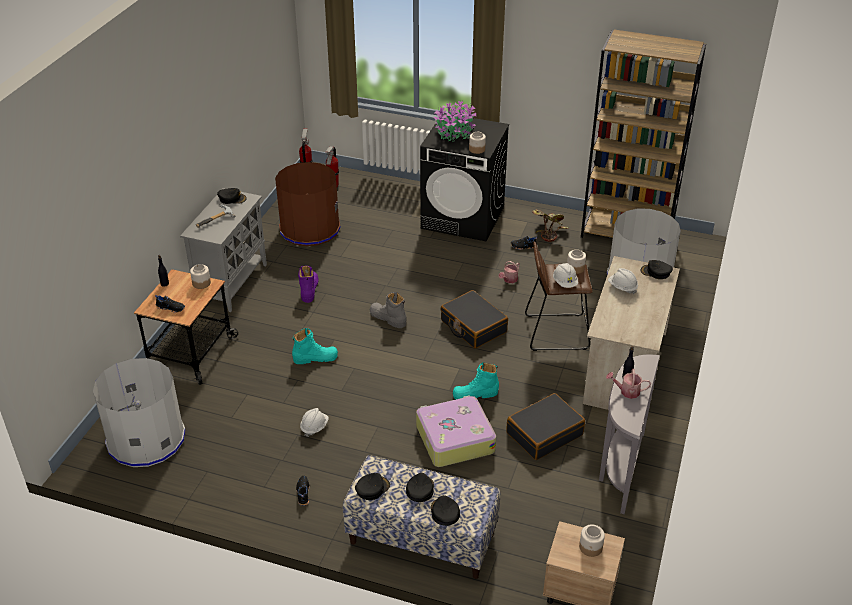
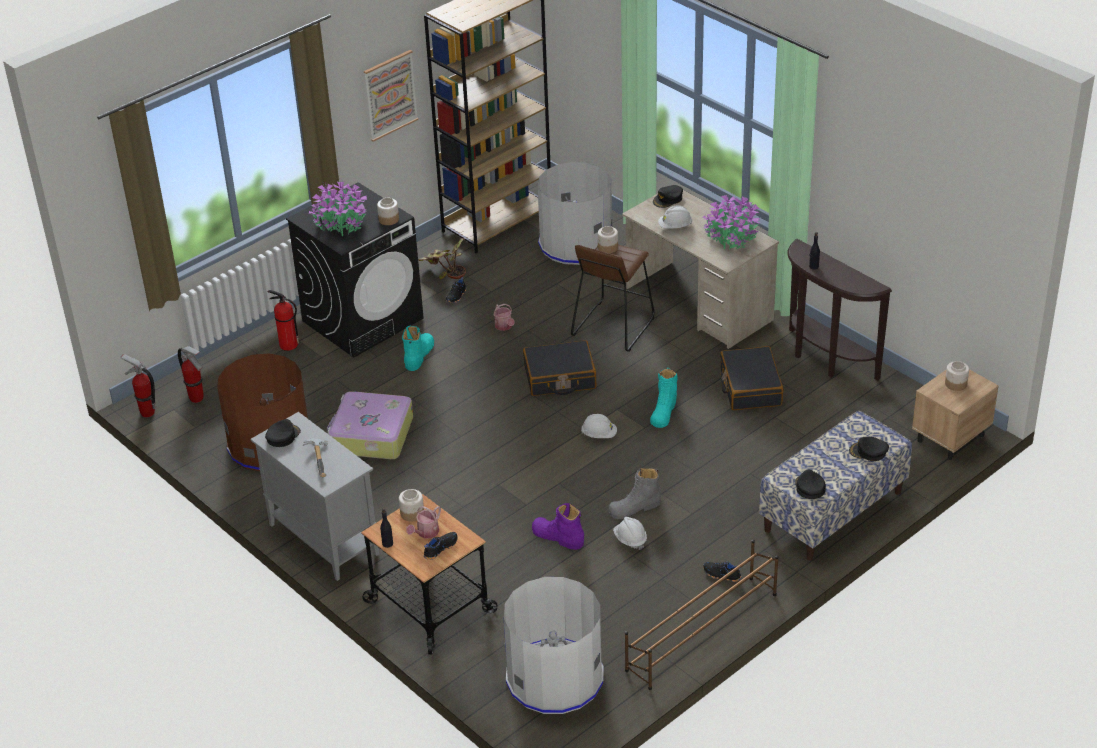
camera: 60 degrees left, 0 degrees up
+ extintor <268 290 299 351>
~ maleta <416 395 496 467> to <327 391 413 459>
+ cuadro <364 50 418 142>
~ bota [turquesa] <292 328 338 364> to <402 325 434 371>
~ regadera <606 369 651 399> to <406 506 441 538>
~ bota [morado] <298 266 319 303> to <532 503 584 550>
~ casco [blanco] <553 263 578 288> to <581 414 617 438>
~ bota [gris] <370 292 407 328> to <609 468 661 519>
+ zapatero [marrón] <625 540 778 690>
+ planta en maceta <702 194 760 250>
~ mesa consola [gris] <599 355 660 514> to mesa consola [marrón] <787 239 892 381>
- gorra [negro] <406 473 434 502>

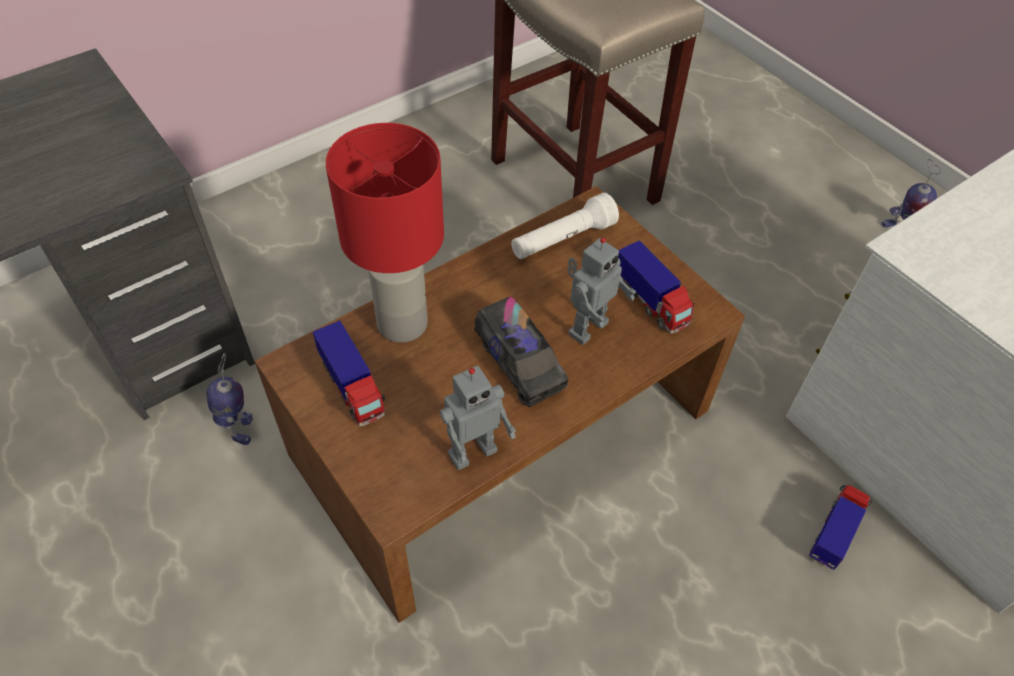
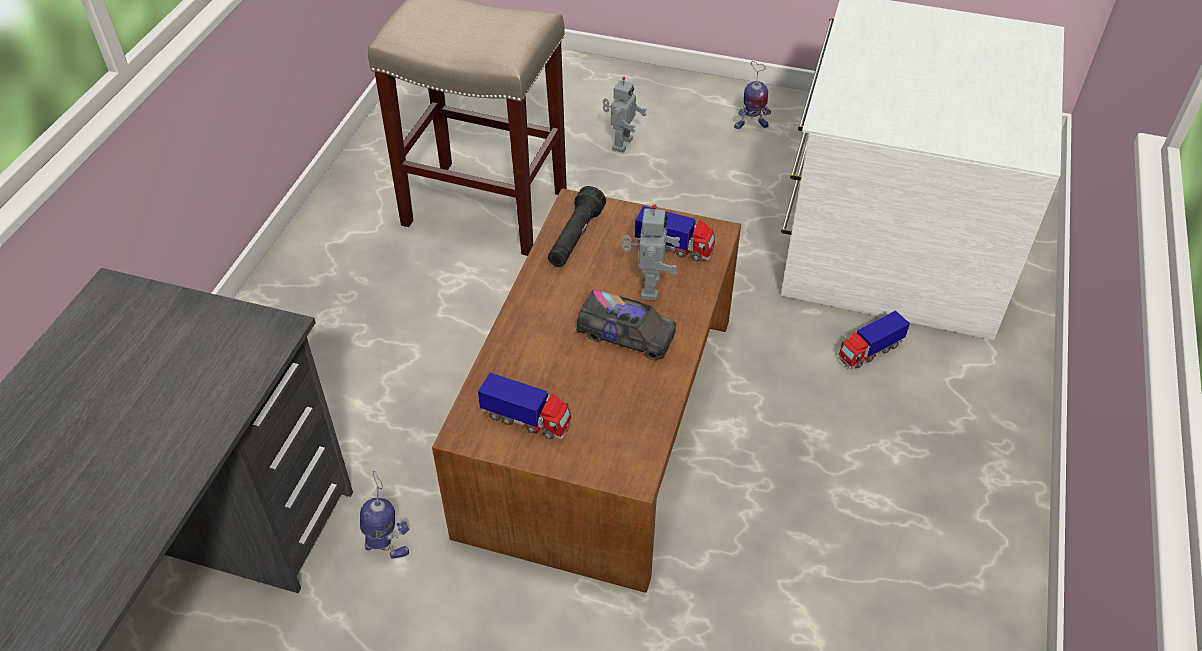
camera: 35 degrees left, 5 degrees down
~ linterna [blanco] <511 193 619 259> to linterna [negro] <548 186 606 267>
~ robot de juguete <439 366 516 470> to <603 77 647 153>
~ camión de juguete <809 485 872 570> = <839 310 910 369> 120 degrees counterclockwise
- lámpara de mesa [rojo] <326 123 444 343>

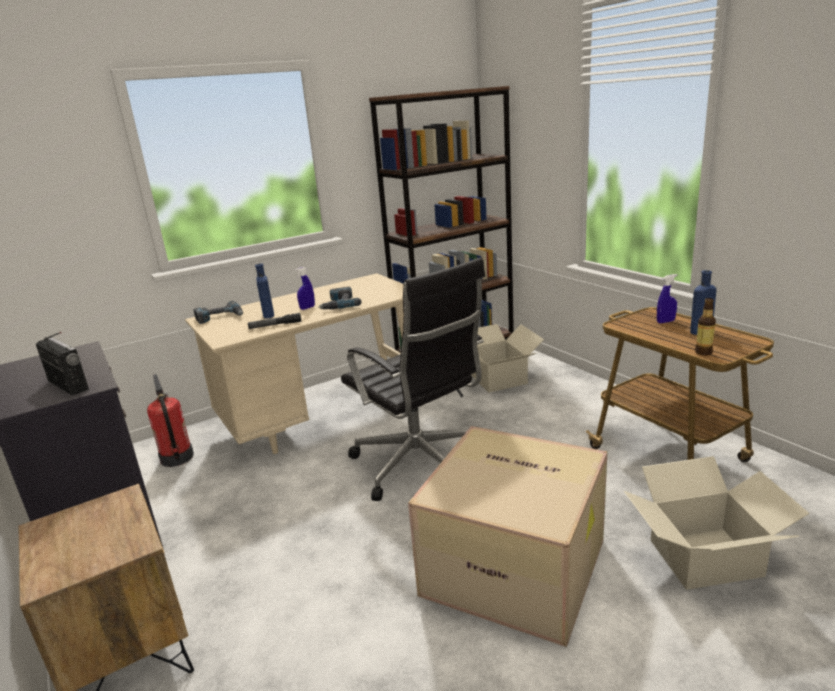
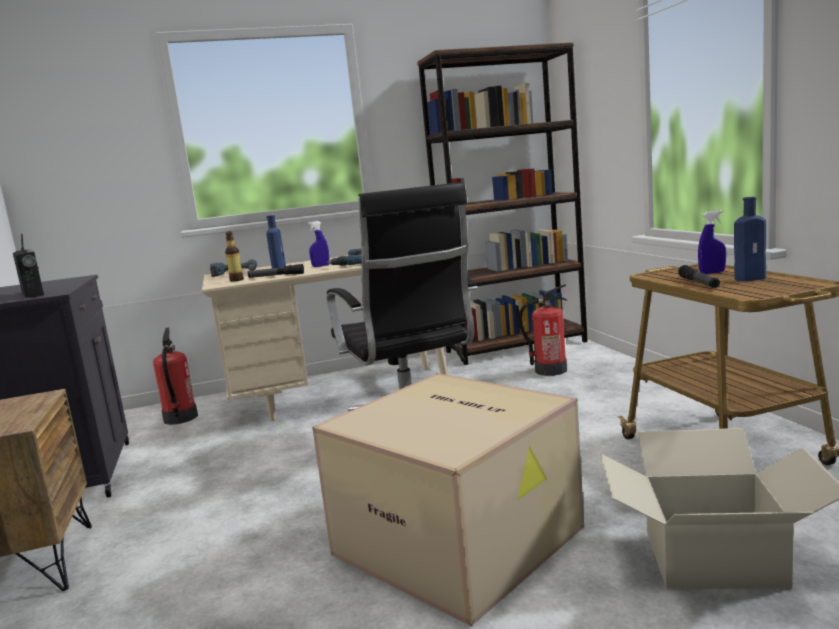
camera: 15 degrees right, 10 degrees down
~ botella <695 298 716 356> to <225 231 244 282>
~ caja de cartón <471 324 544 393> to extintor <518 284 567 376>
+ linterna <678 265 720 288>

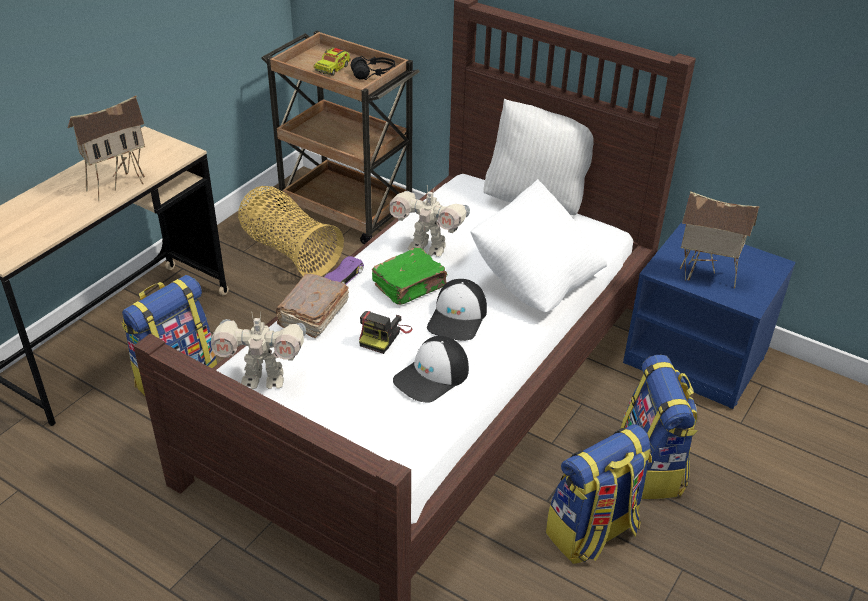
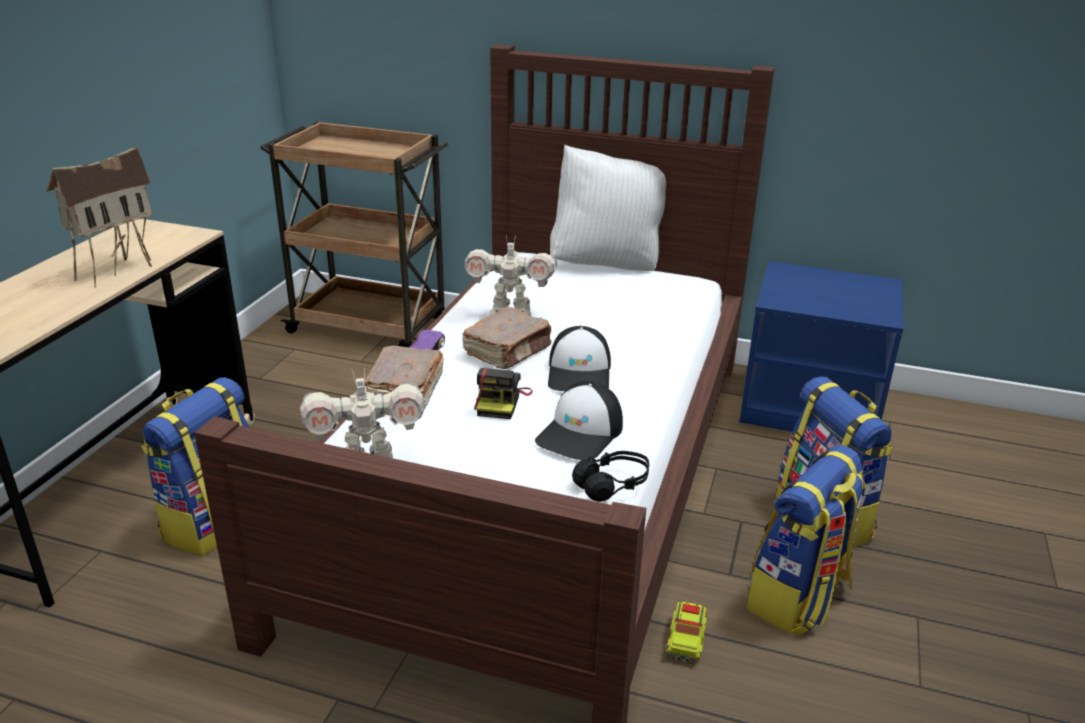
camera: 15 degrees left, 10 degrees down
~ libro [verde] <372 248 447 305> to libro [marrón] <462 307 552 369>
~ auriculares [negro] <351 56 395 80> to <572 451 649 502>
~ camión de juguete <314 47 351 76> to <667 602 707 662>
- cesta <238 186 344 276>
- cojín [blanco] <471 179 607 312>
- casita <680 191 760 288>

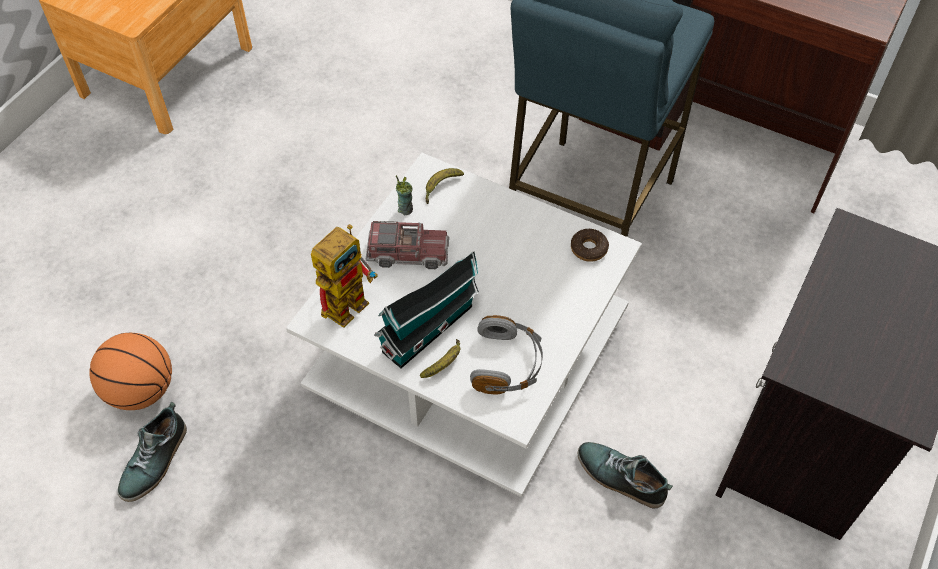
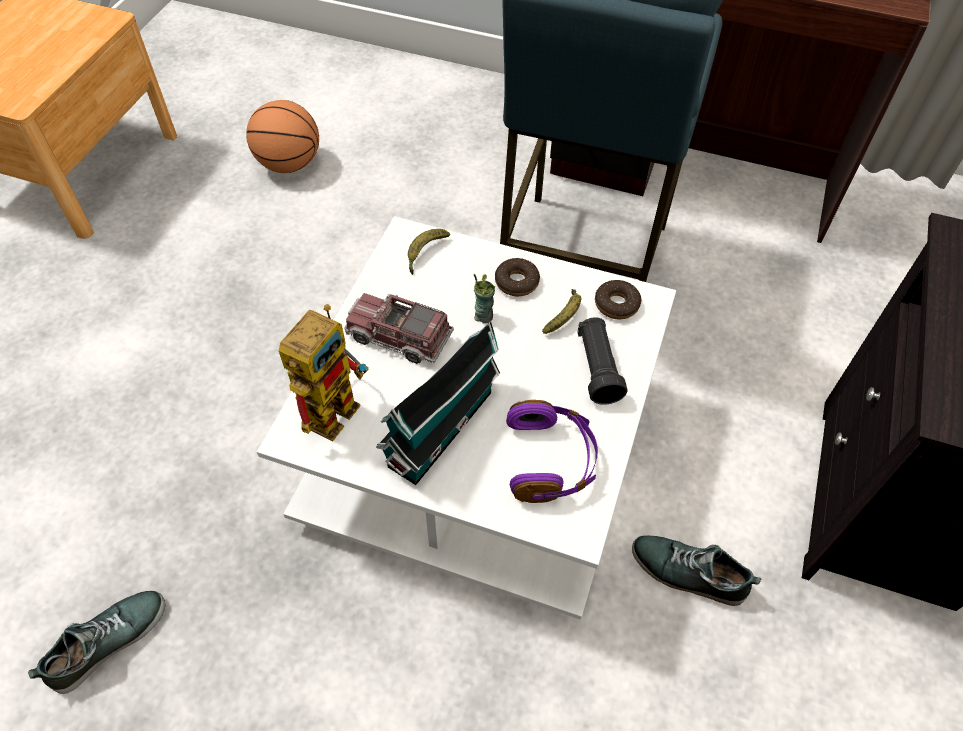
camera: 10 degrees left, 0 degrees up
~ zapato <117 402 187 502> = <28 591 166 694> 150 degrees counterclockwise
~ balón de baloncesto <89 333 172 410> to <246 100 319 173>
~ camión de juguete <366 221 449 269> = <344 293 454 364> 150 degrees counterclockwise
~ taza <396 175 413 215> to <474 274 495 324>
+ rosquilla <495 258 540 296>
~ auriculares [gris] <470 315 543 394> to auriculares [morado] <506 400 598 503>
~ plátano <420 339 461 378> to <542 289 581 334>
+ linterna [negro] <577 317 628 405>

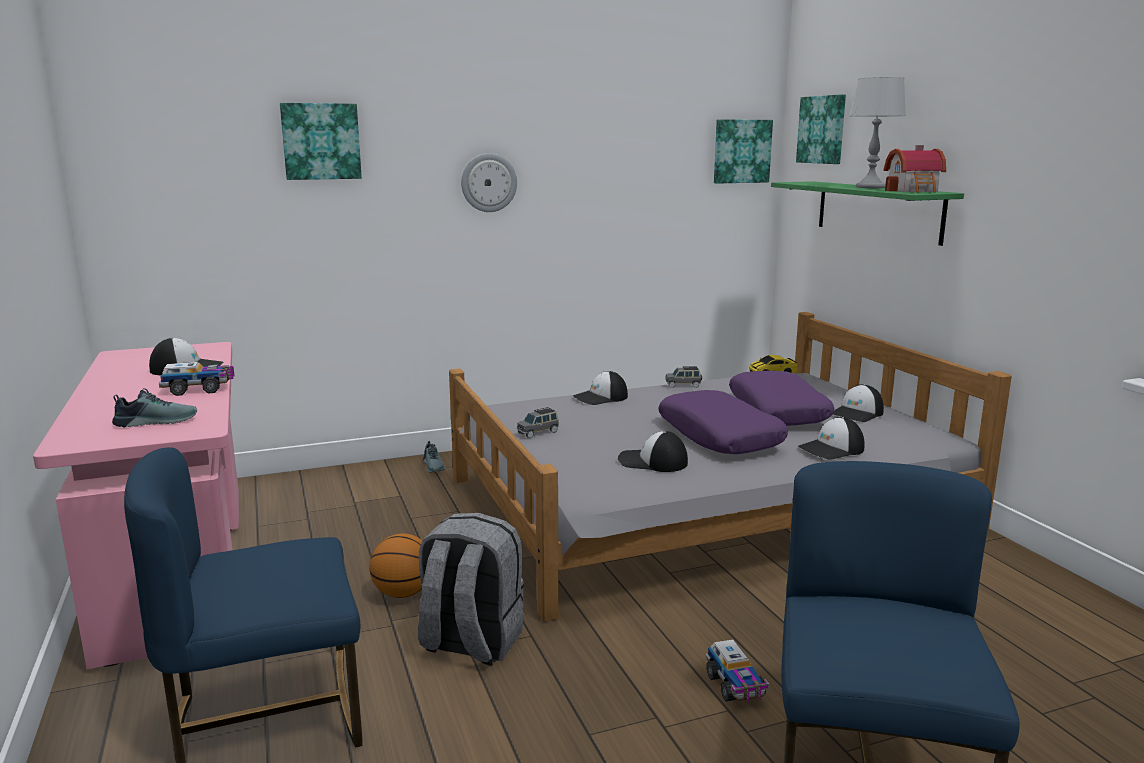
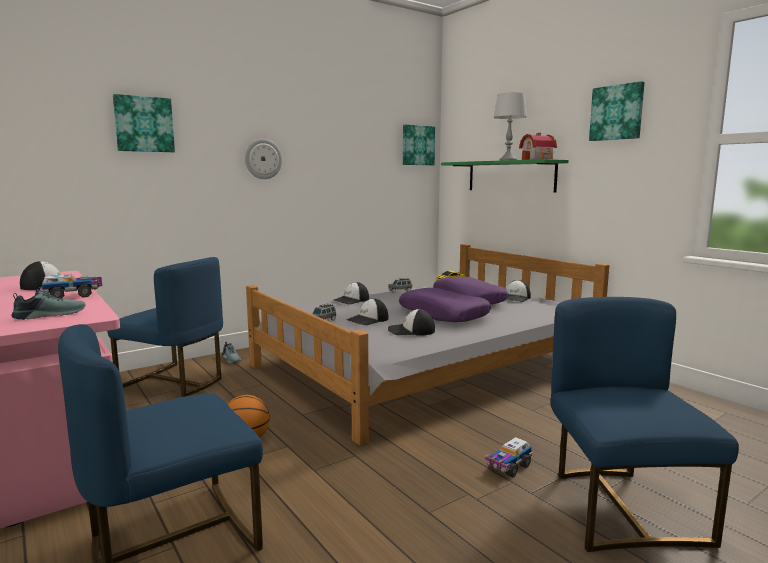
camera: 15 degrees left, 5 degrees down
+ silla [azul] <107 257 223 397>
~ gorra <798 417 865 460> to <346 298 389 325>
~ camión de juguete <706 640 769 702> = <485 437 533 477> 75 degrees clockwise
~ cuadro <796 95 846 164> to <589 81 645 141>
- mochila [gris] <418 513 524 666>

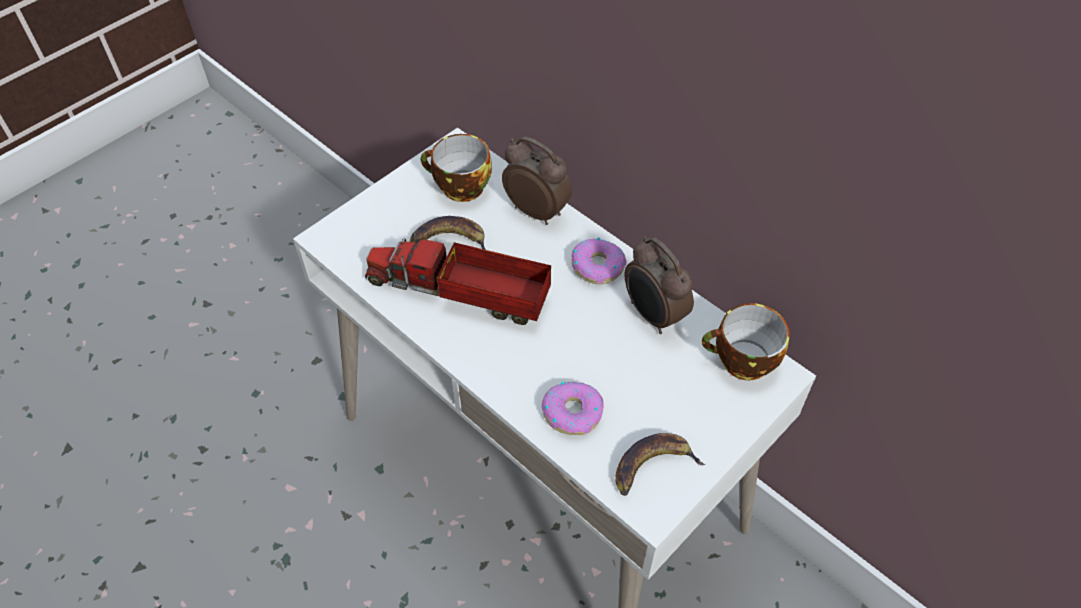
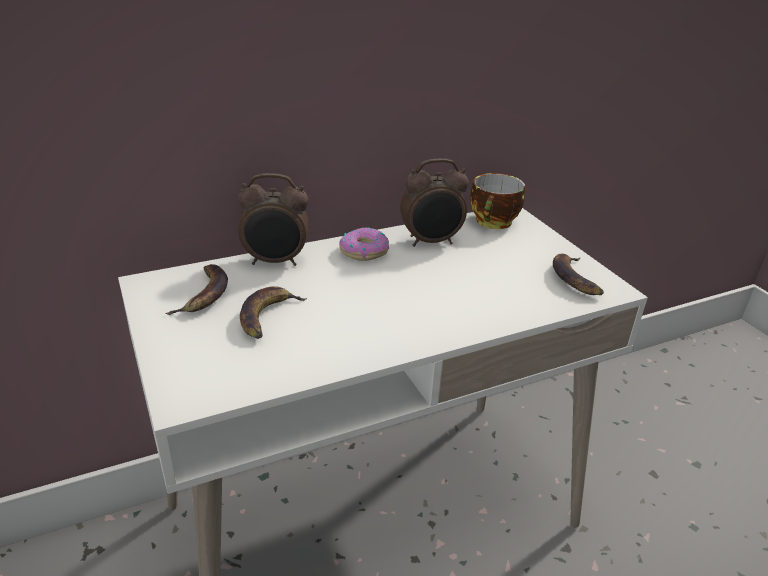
camera: 70 degrees left, 20 degrees down
~ taza <421 134 492 202> to plátano <166 264 228 315>
~ despertador <502 136 572 225> = <238 173 308 266> 150 degrees counterclockwise
- camión de juguete <365 231 551 325>
- rosquilla <542 381 604 435>

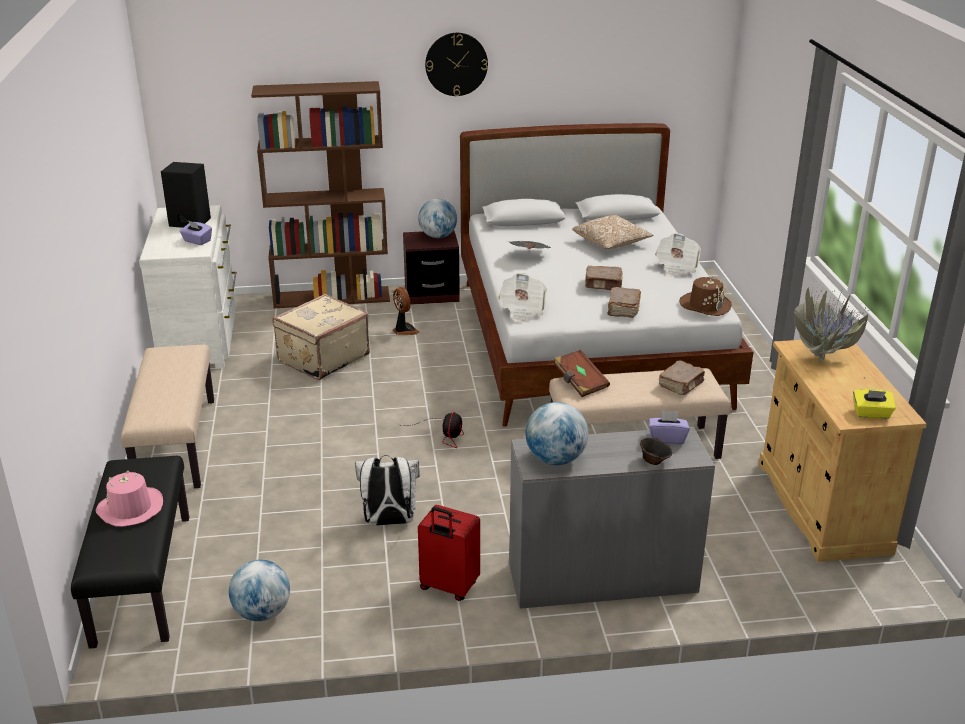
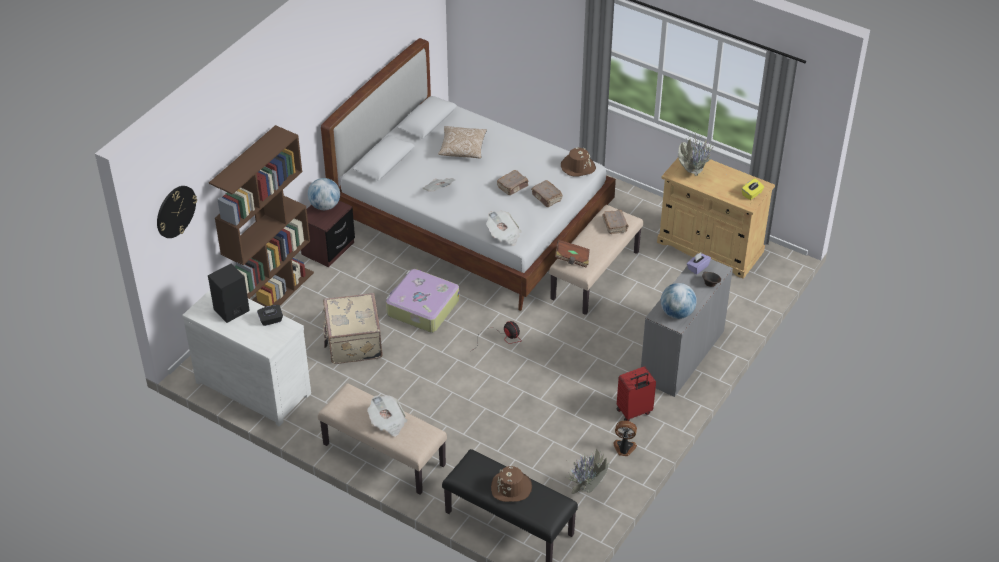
camera: 50 degrees left, 15 degrees up
~ reloj de pared <425 33 488 96> to <157 186 197 238>
~ caja de pañuelos [morado] <180 221 212 245> to caja de pañuelos [negro] <257 305 283 326>
~ periódico <655 233 701 277> to <367 395 408 437>
+ maleta <386 269 459 333>
~ sombrero [rosa] <96 470 163 527> to sombrero [marrón] <491 466 532 502>
~ globo terráqueo <229 560 290 621> to planta en maceta <551 449 609 494>
~ ventilador <392 287 419 335> to <613 421 637 456>
- mochila [blanco] <355 455 420 526>

